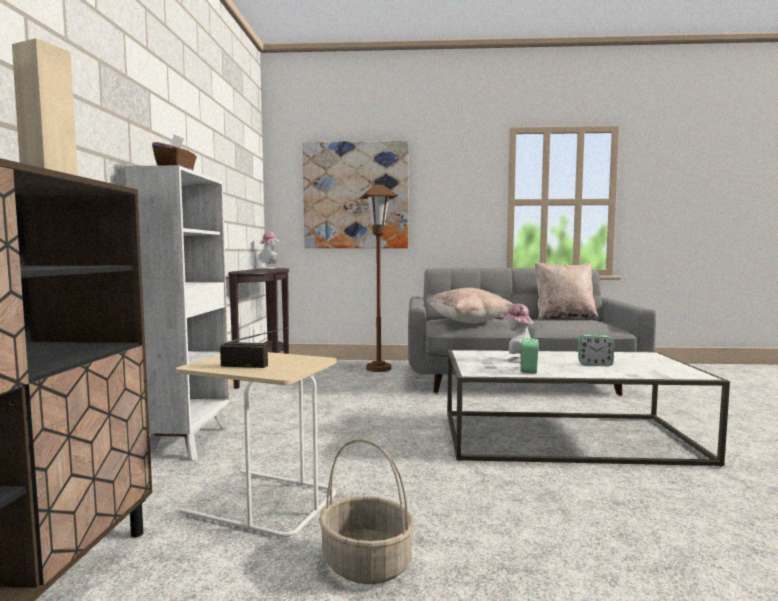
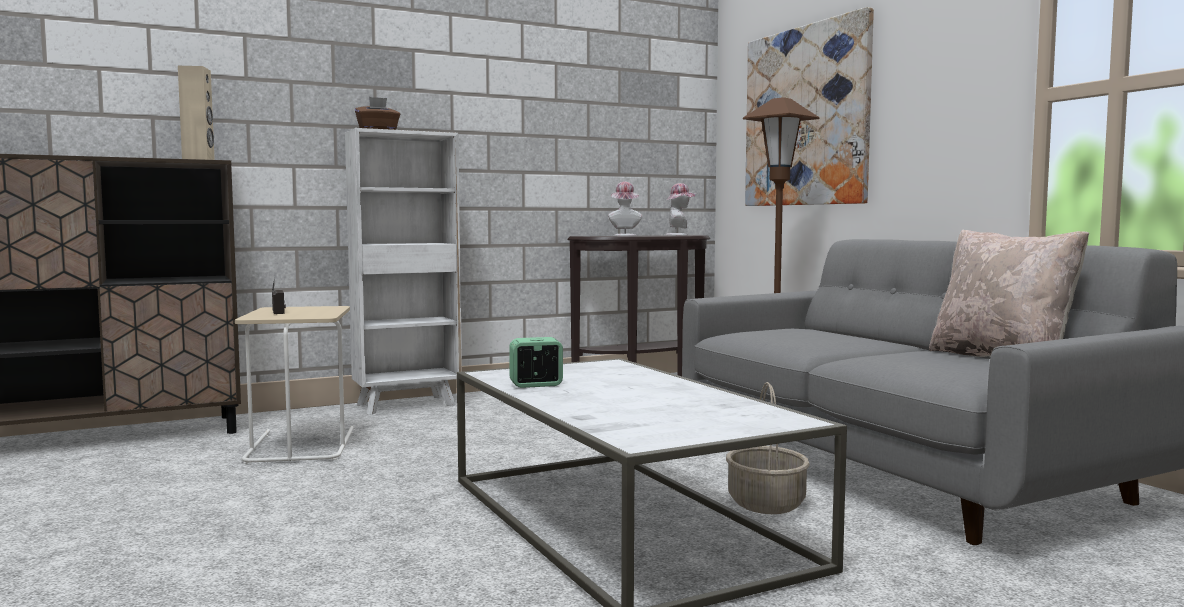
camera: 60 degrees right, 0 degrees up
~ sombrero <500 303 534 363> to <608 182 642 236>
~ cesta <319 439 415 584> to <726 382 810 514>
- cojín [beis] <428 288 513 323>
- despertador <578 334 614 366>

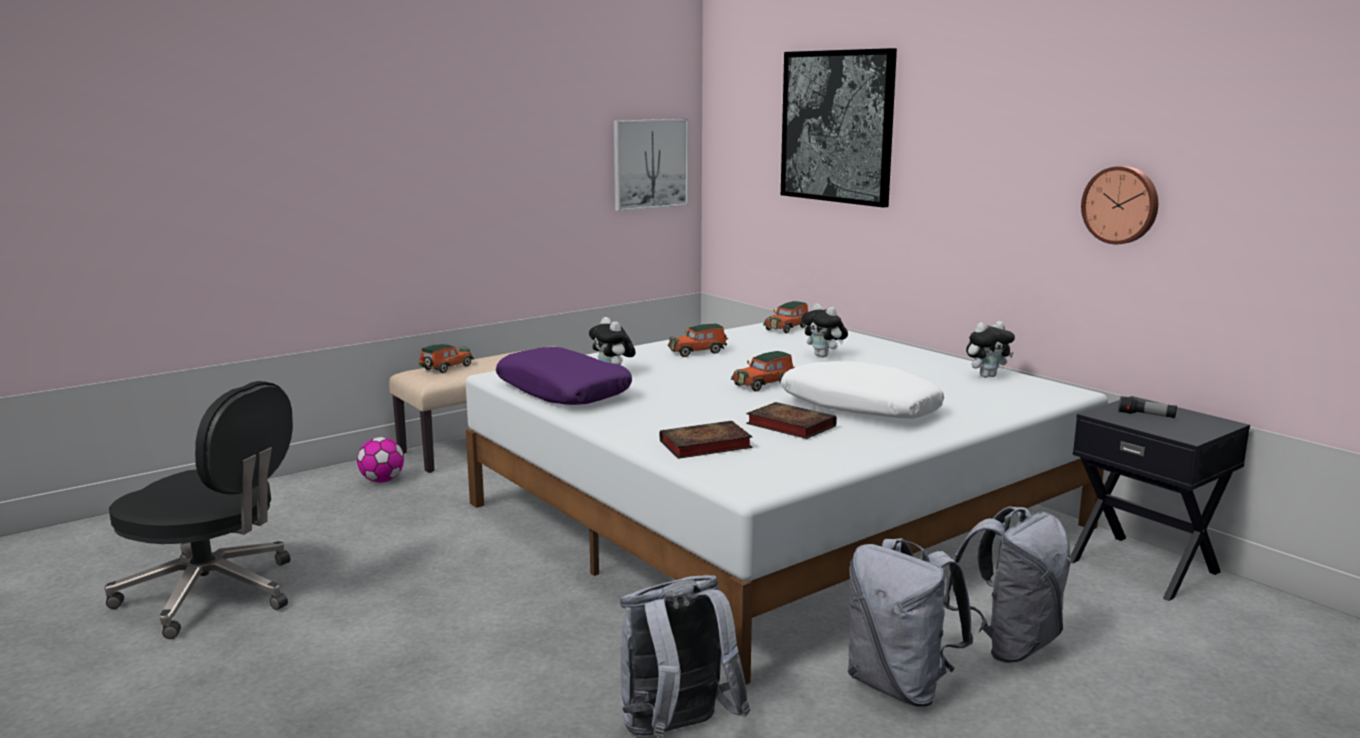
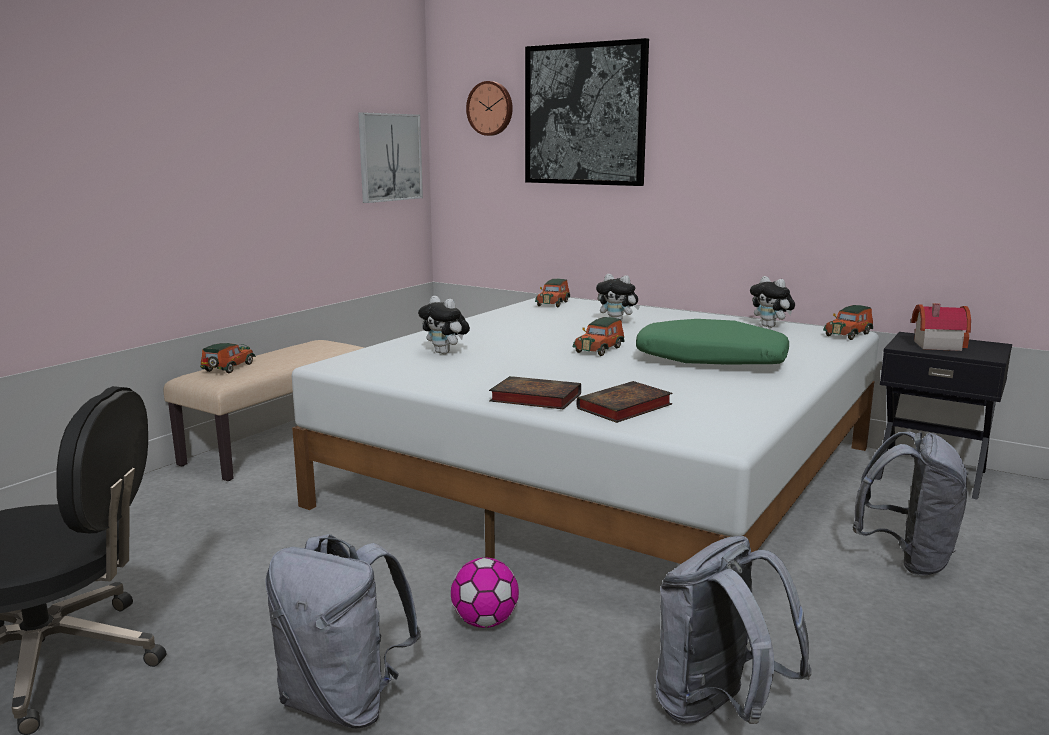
camera: 20 degrees left, 0 degrees up
~ mochila [gris] <848 538 973 707> to <266 534 421 728>
~ balón de fútbol <357 437 404 482> to <451 557 519 628>
~ reloj de pared <1081 166 1158 244> to <466 81 513 136>
~ libro <746 402 837 439> to <489 376 581 410>
~ cojín [blanco] <781 361 944 419> to cojín [verde] <636 319 789 365>
~ peluche <966 321 1015 378> = <750 276 795 328> 90 degrees clockwise
~ coche de juguete <668 324 728 357> to <823 305 873 340>
~ linterna <1118 396 1177 418> to casita <911 303 971 351>
- cojín [morado] <496 347 632 405>

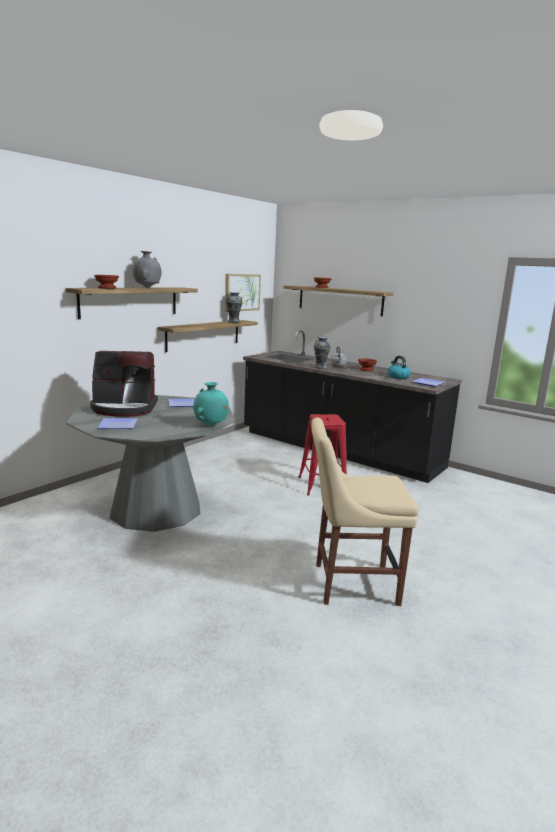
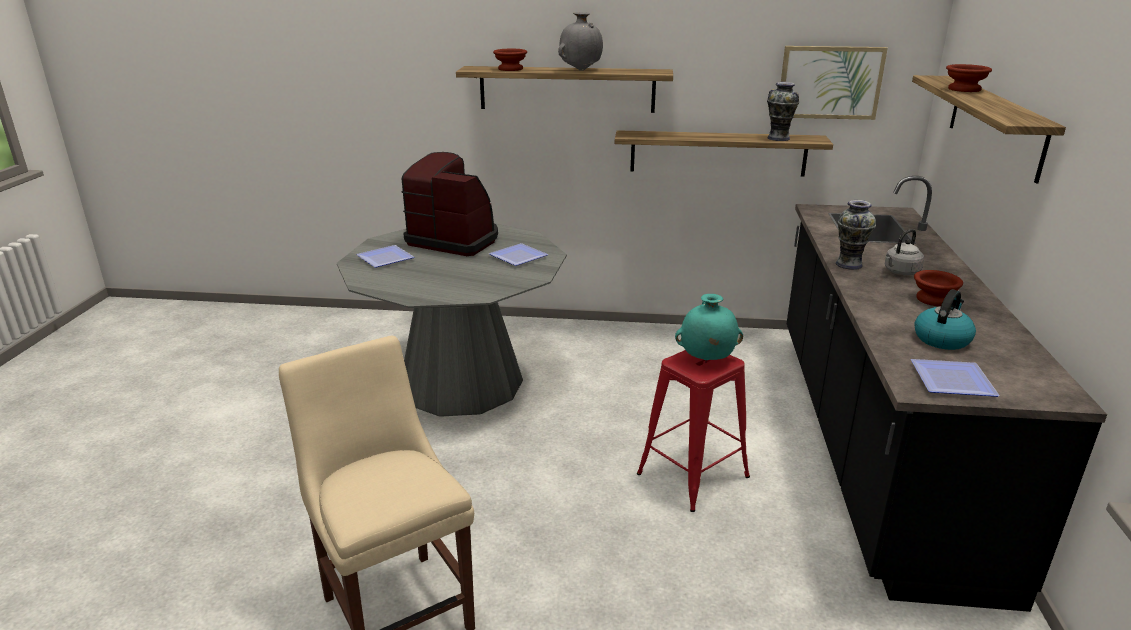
camera: 60 degrees right, 10 degrees up
~ cafetera <90 351 158 417> = <402 152 498 256> 150 degrees clockwise
~ florero [turquesa] <193 382 229 426> to <675 294 743 360>

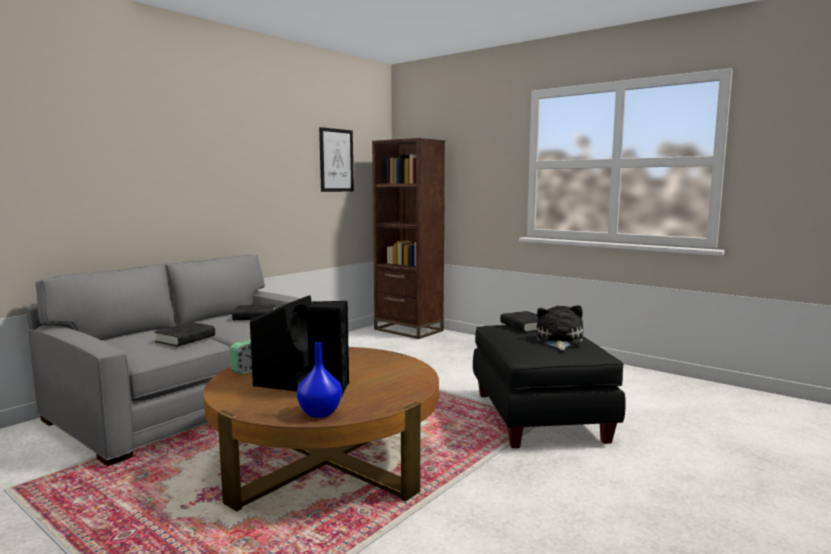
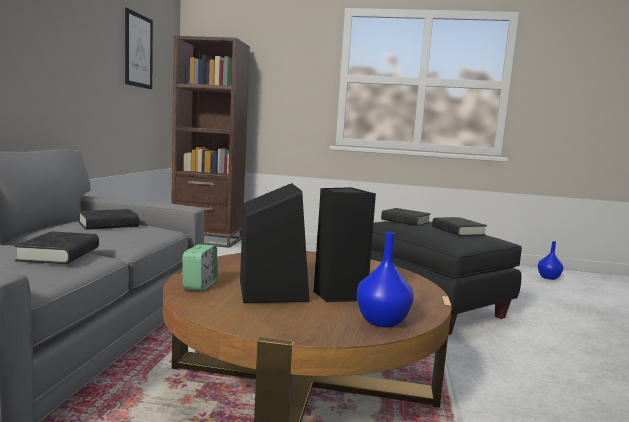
camera: 30 degrees left, 0 degrees up
~ peluche <537 305 583 351> to libro [negro] <432 217 487 236>
+ florero [azul] <538 241 563 280>

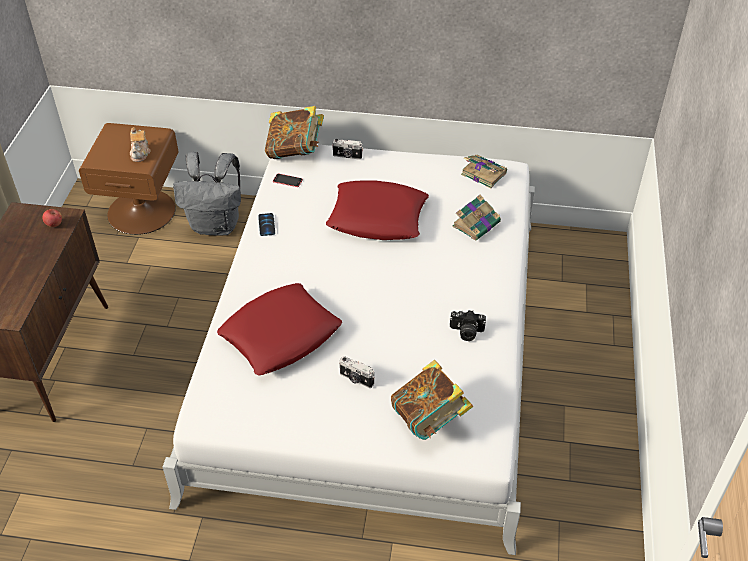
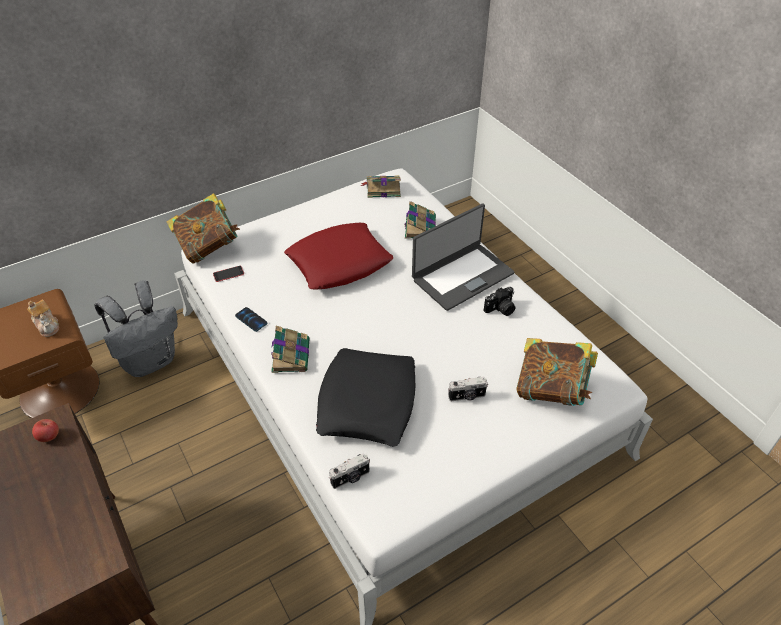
camera: 40 degrees left, 0 degrees up
+ libro <271 326 310 373>
~ cojín [rojo] <217 283 342 375> to cojín [negro] <316 348 415 447>
~ cámara <332 139 363 160> to <329 453 370 489>
+ portátil <412 204 514 311>

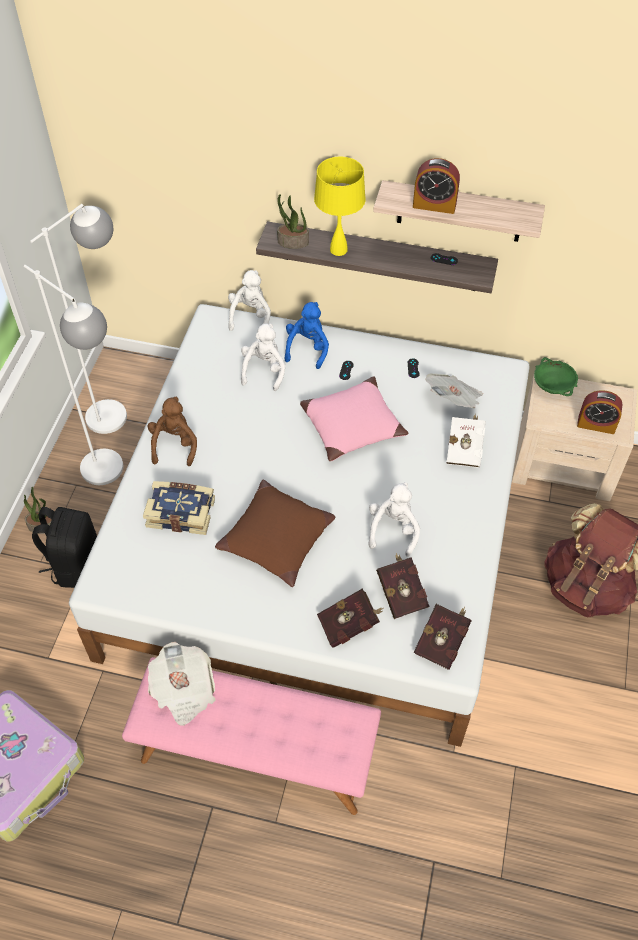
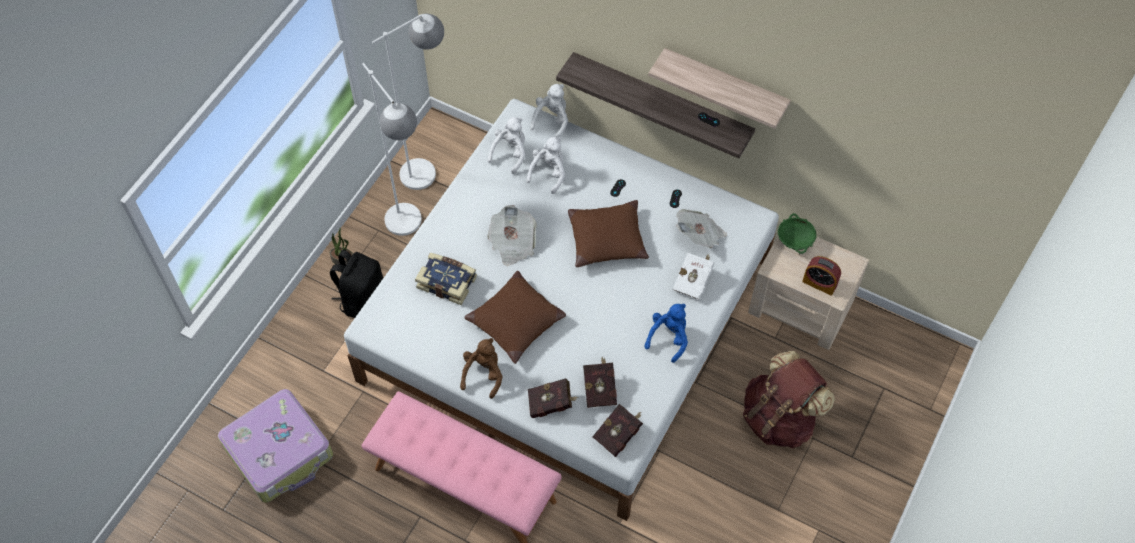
camera: 15 degrees right, 5 degrees up
~ peluche [marrón] <148 397 197 466> to <460 338 503 399>
~ peluche [blanco] <369 482 420 557> to <487 117 525 174>
~ periódico <148 642 215 726> to <487 205 537 266>
~ cojín [rosa] <300 376 409 461> to cojín [marrón] <568 200 649 267>
~ peluche [azul] <285 302 329 369> to <645 304 688 363>
- planta en maceta <277 194 309 249>
- lámpara de mesa [amarillo] <314 157 366 256>
- despertador <413 158 460 214>

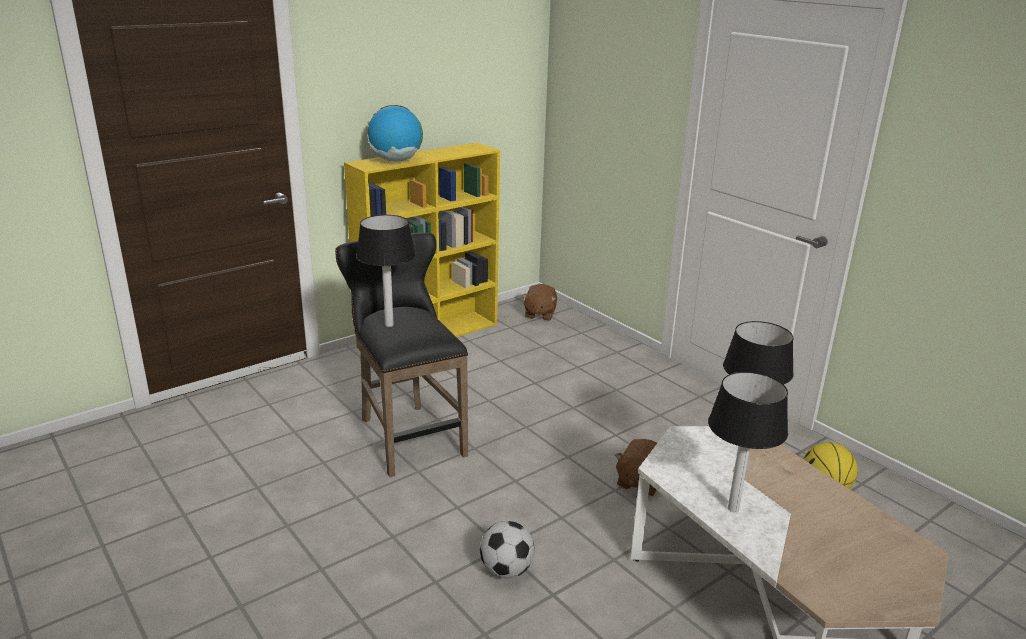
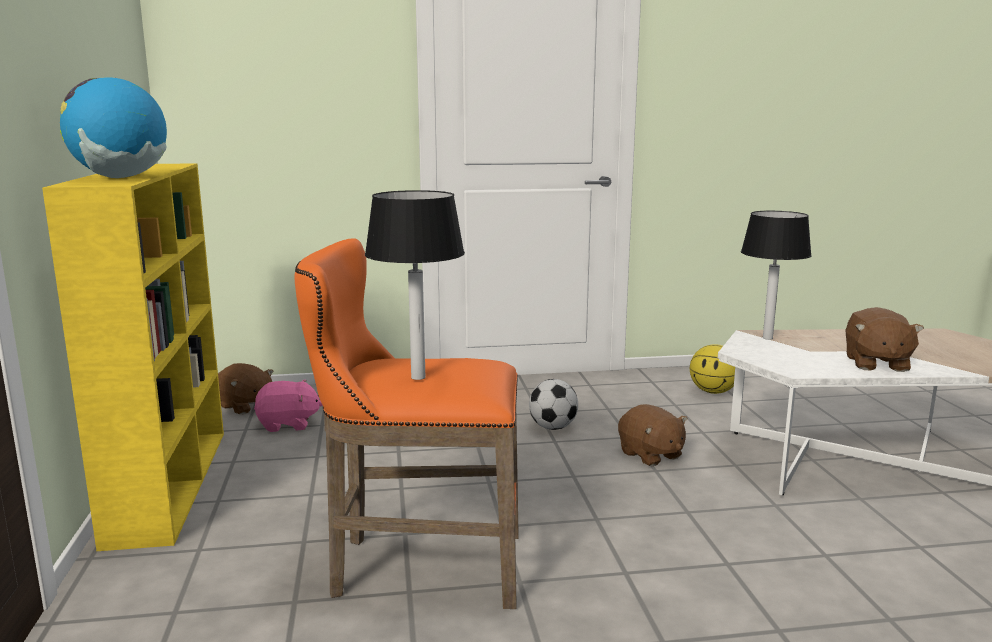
camera: 60 degrees left, 10 degrees down
+ peluche [rosa] <254 380 323 432>
~ taburete [negro] <335 232 468 477> to taburete [naranja] <294 238 519 609>
~ balón de fútbol <480 521 535 578> to <529 379 578 430>
~ lámpara de mesa <708 372 788 512> to peluche [marrón] <845 307 924 372>

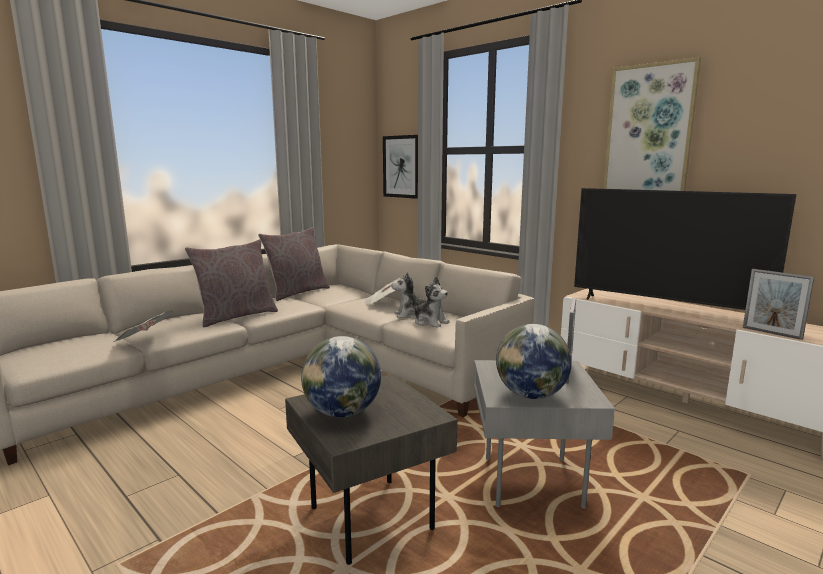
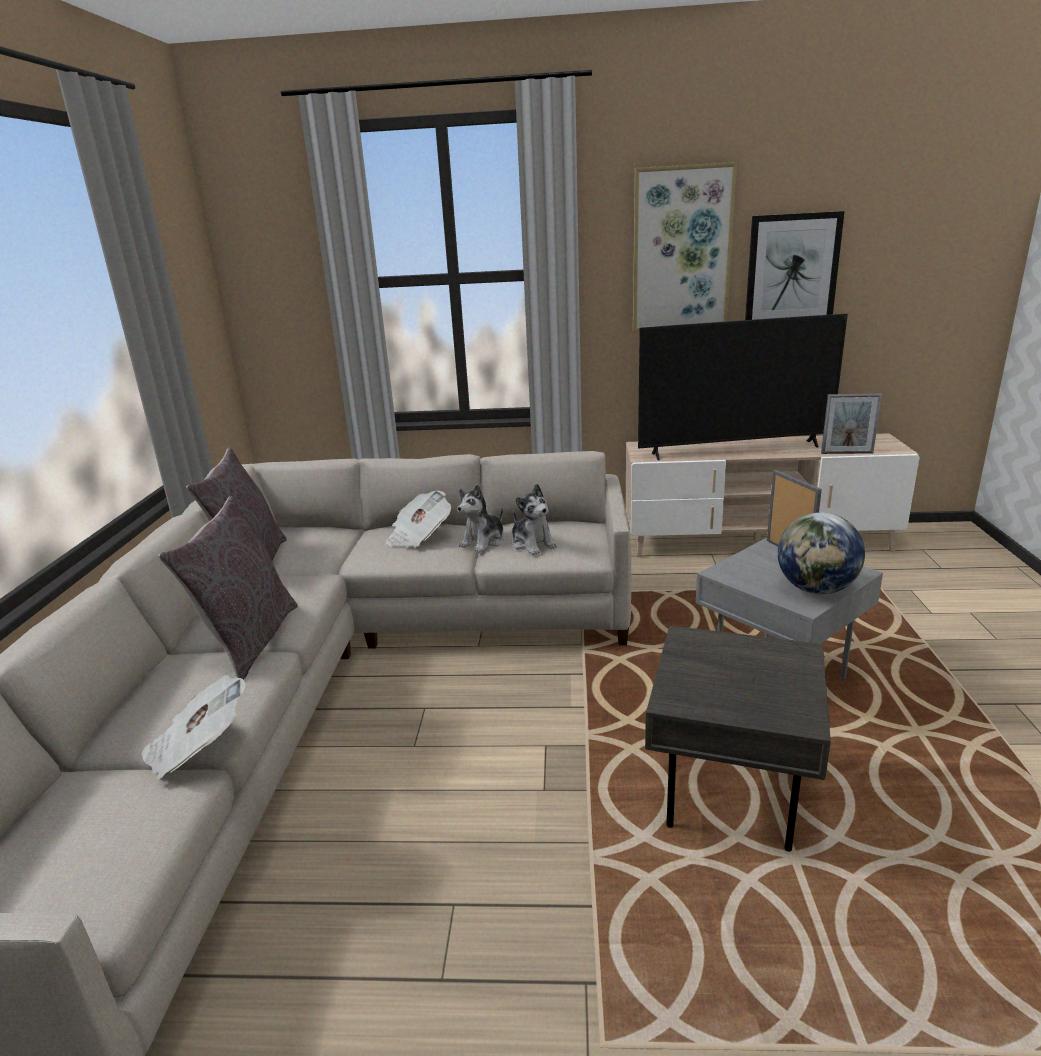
camera: 40 degrees left, 10 degrees up
~ peluche <411 276 450 328> = <512 484 557 555> 60 degrees clockwise
~ cuadro <383 135 418 199> to <745 211 845 320>
- globo terráqueo <301 336 381 417>

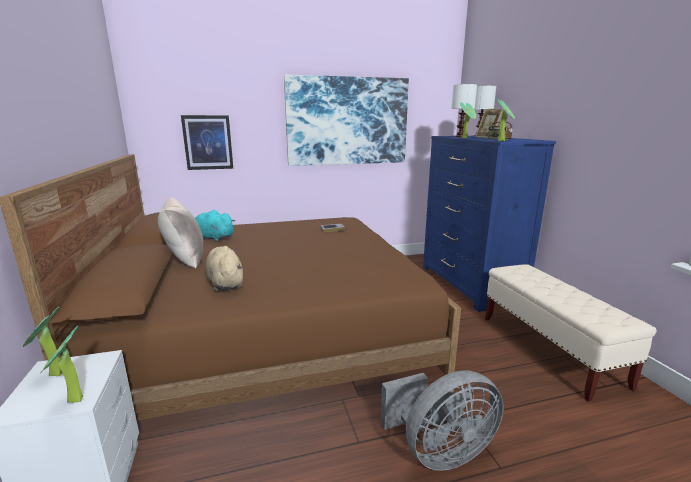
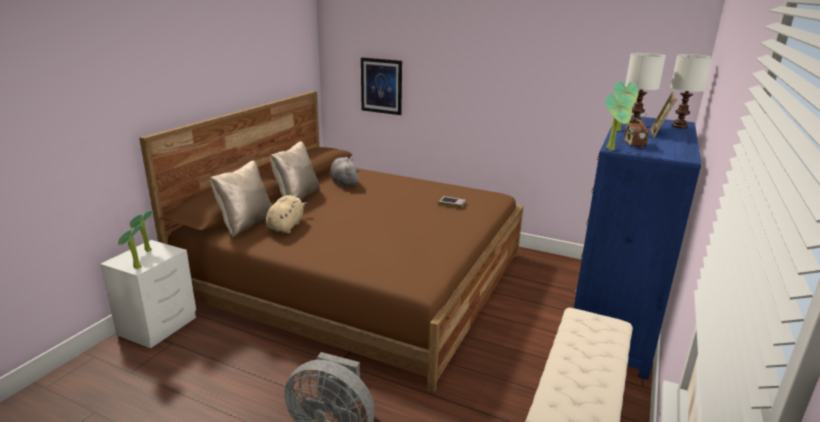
camera: 40 degrees right, 5 degrees up
+ cojín [beis] <210 160 272 238>
~ peluche [turquesa] <195 210 235 241> to peluche [gris] <330 157 360 187>
- cuadro <284 75 409 166>

